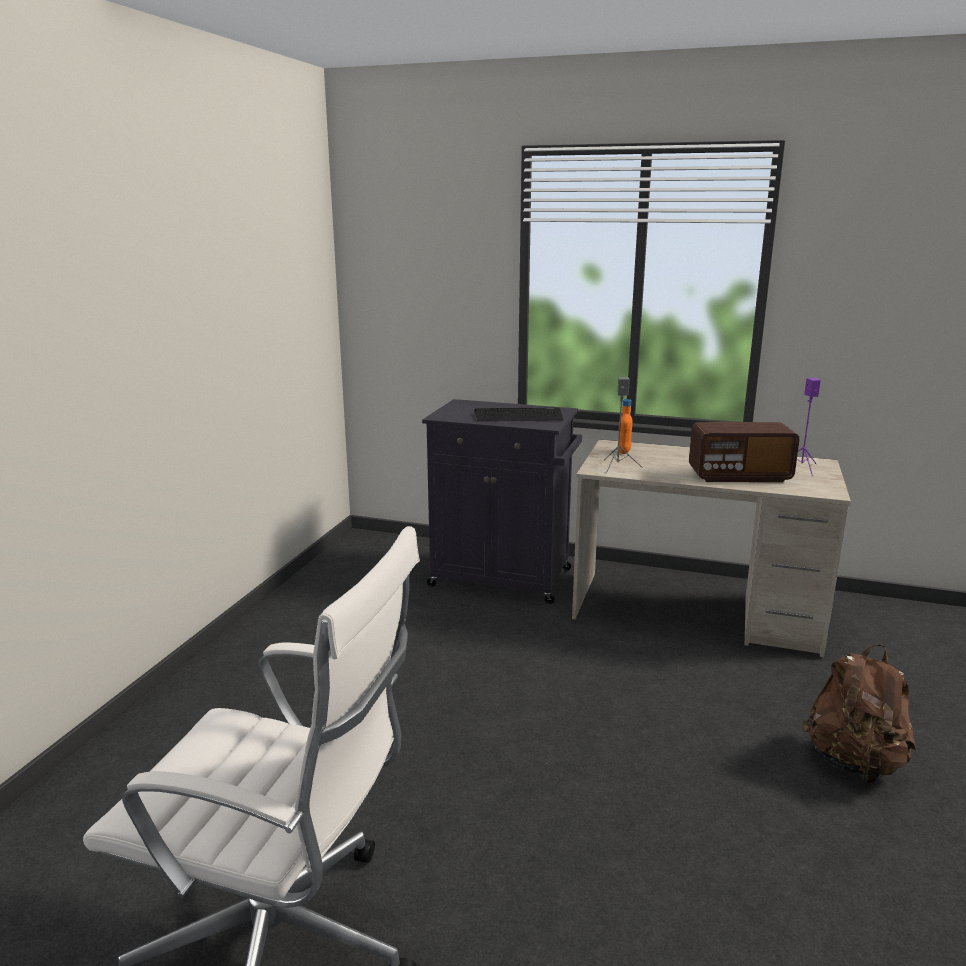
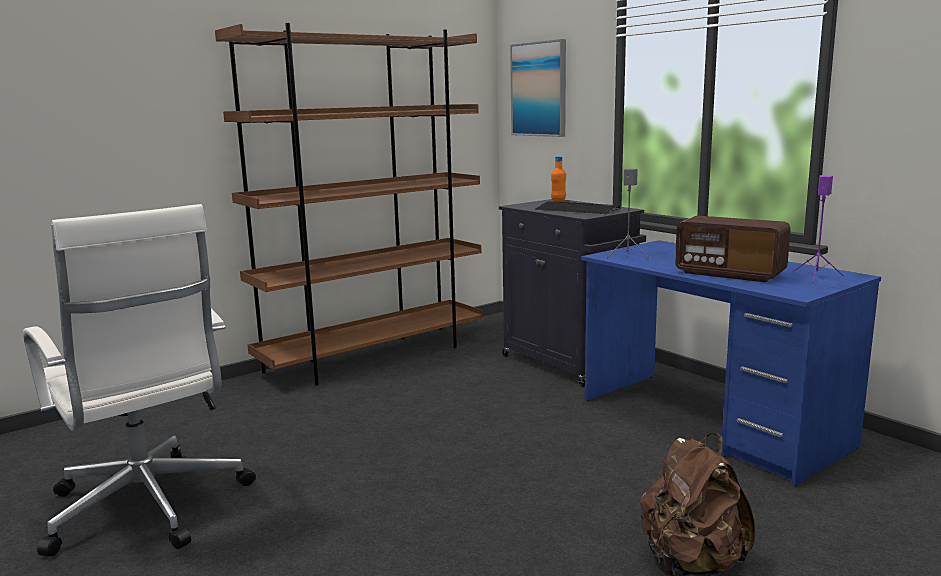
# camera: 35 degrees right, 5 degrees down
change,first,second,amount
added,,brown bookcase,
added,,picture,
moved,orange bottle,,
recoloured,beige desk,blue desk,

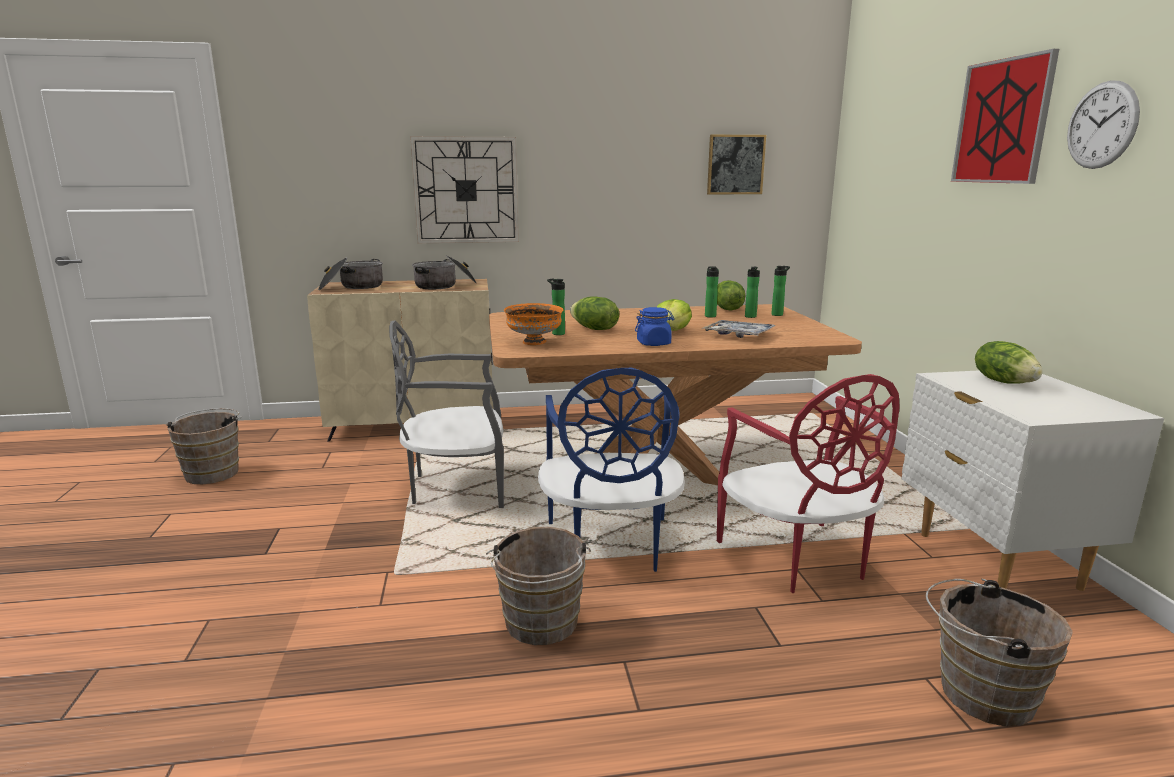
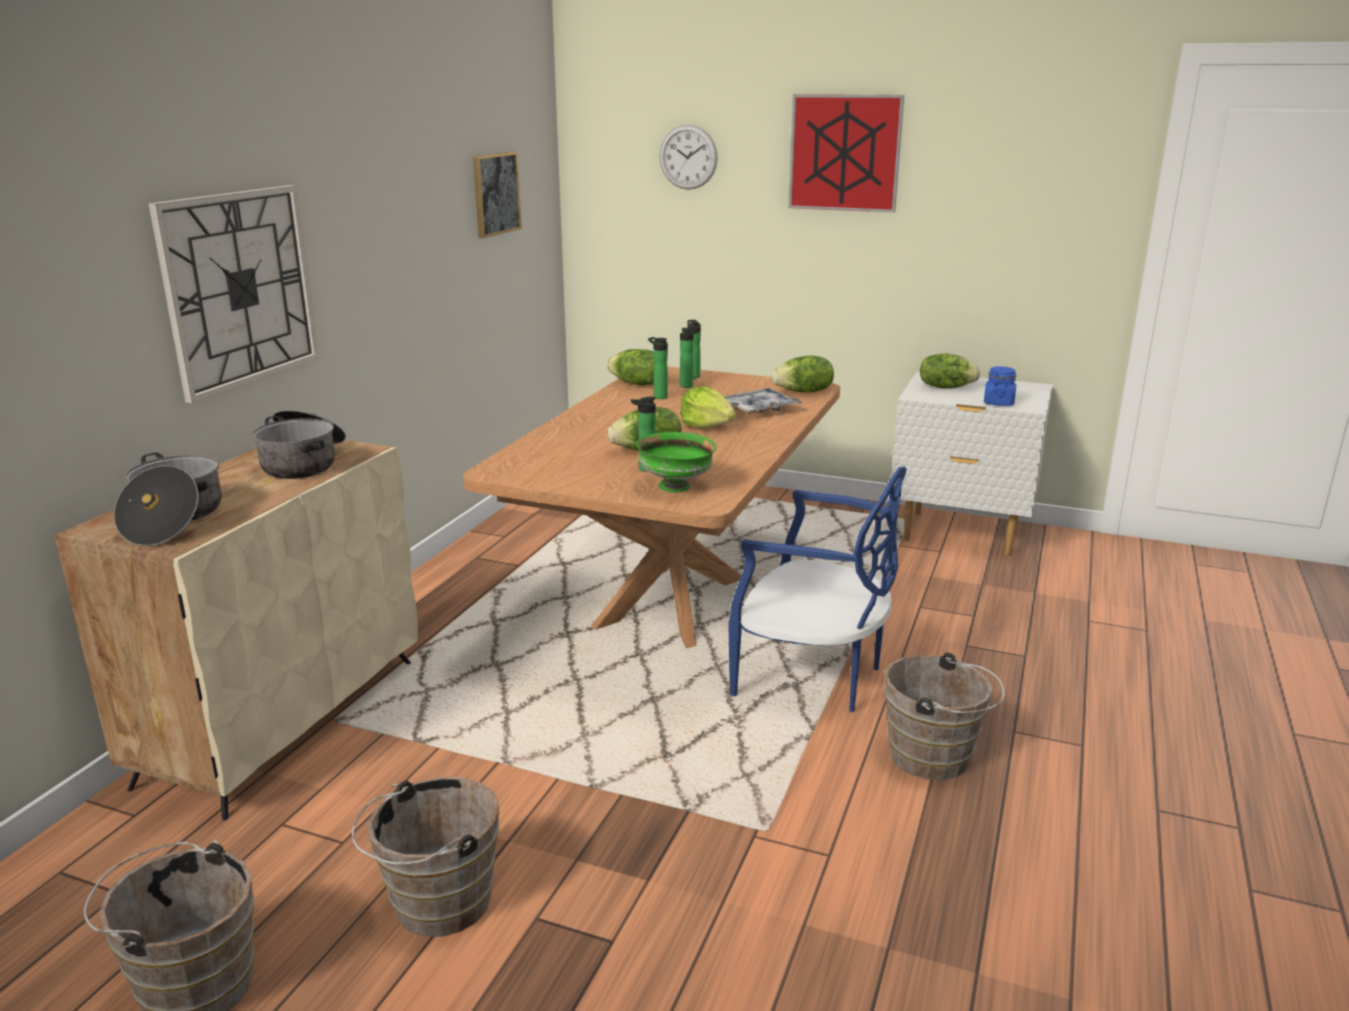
# camera: 60 degrees left, 5 degrees up
change,first,second,amount
moved,brown bucket (3rd from left in the first image),brown bucket (2nd from left),
recoloured,orange bowl,green bowl,
moved,wall clock (2nd from left),,
added,,lettuce (4th from left),
moved,blue jar,,
removed,grey chair,,
removed,red chair,,

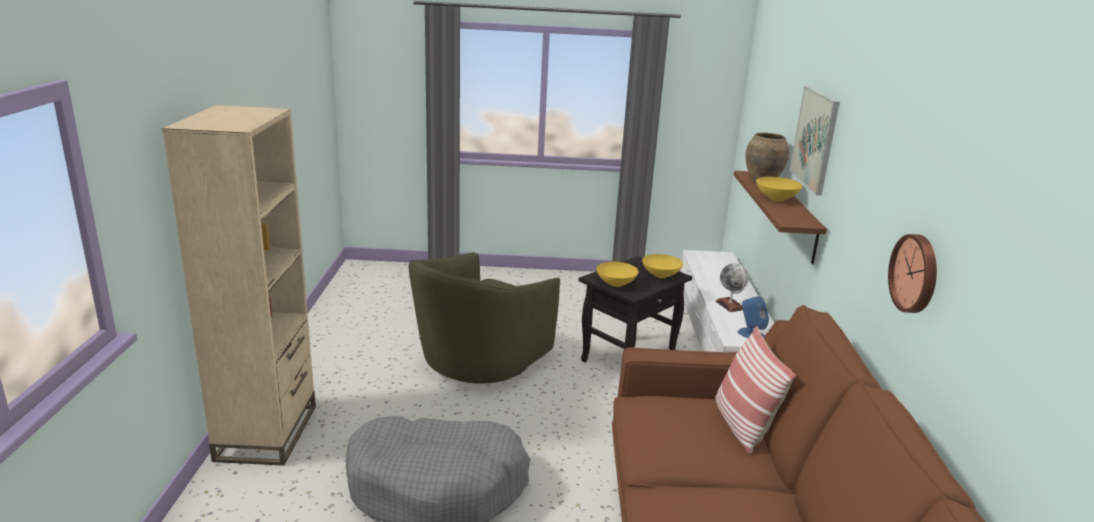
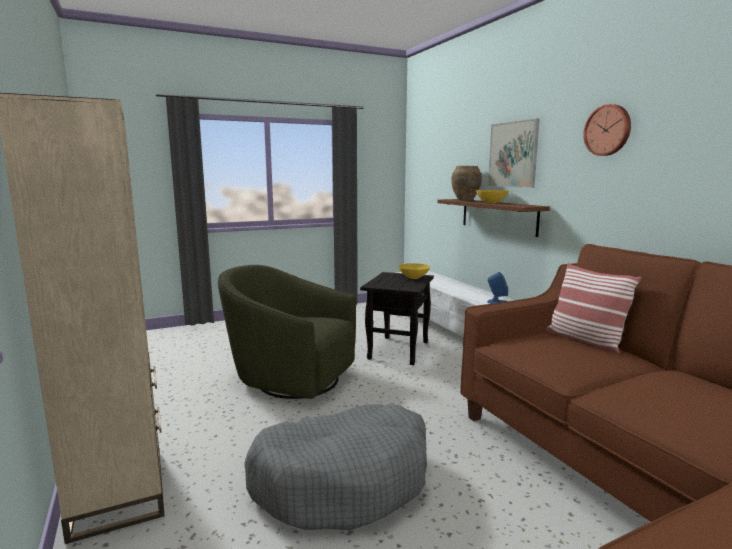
# camera: 25 degrees left, 10 degrees down
change,first,second,amount
turned,green armchair,,105 degrees clockwise
moved,wall clock,,
removed,yellow bowl (1st from left),,
removed,globe,,

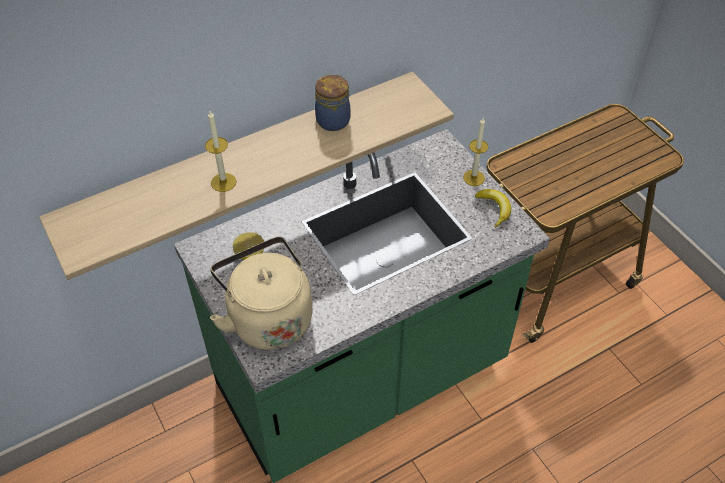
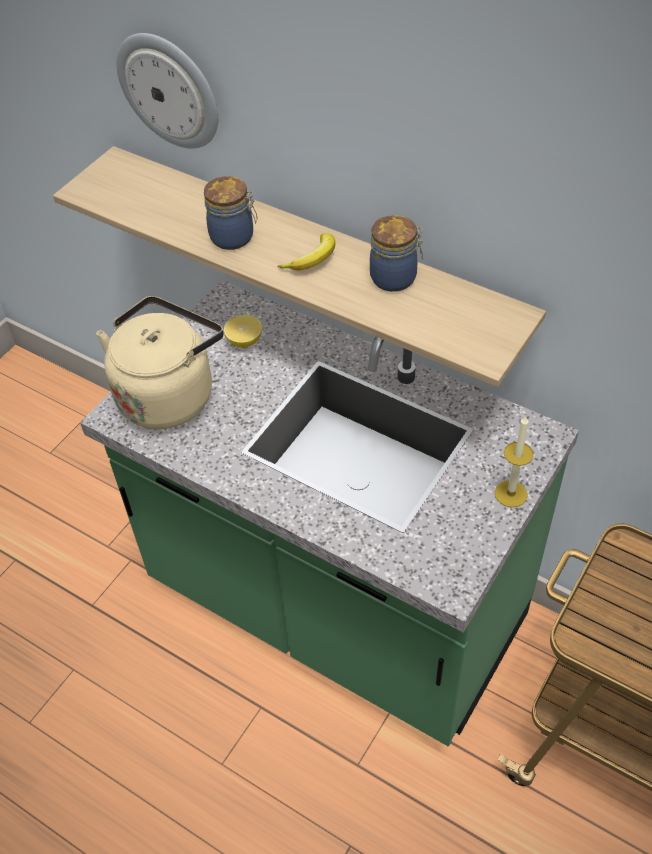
# camera: 65 degrees right, 0 degrees up
change,first,second,amount
added,,wall clock,
replaced,candle (1st from left),jar (1st from left),
moved,banana,,

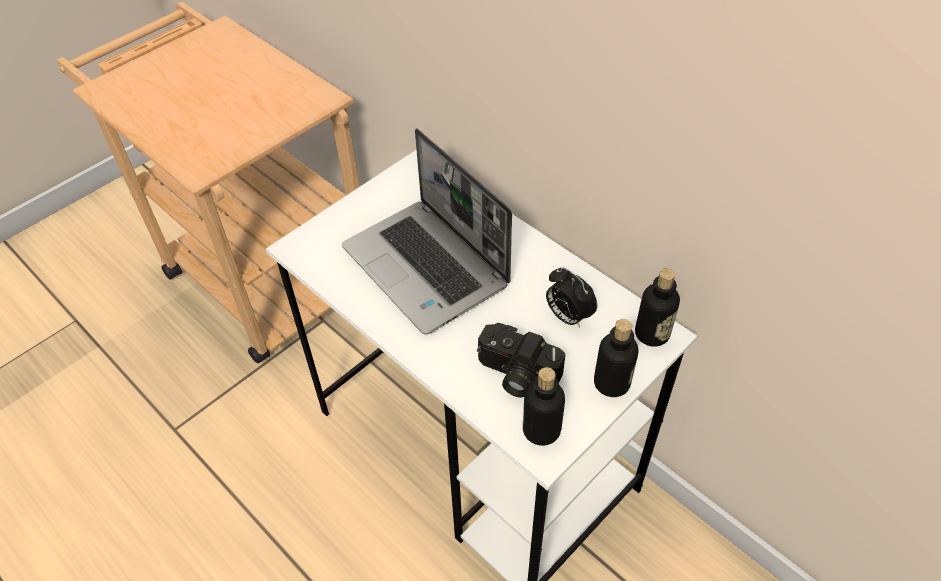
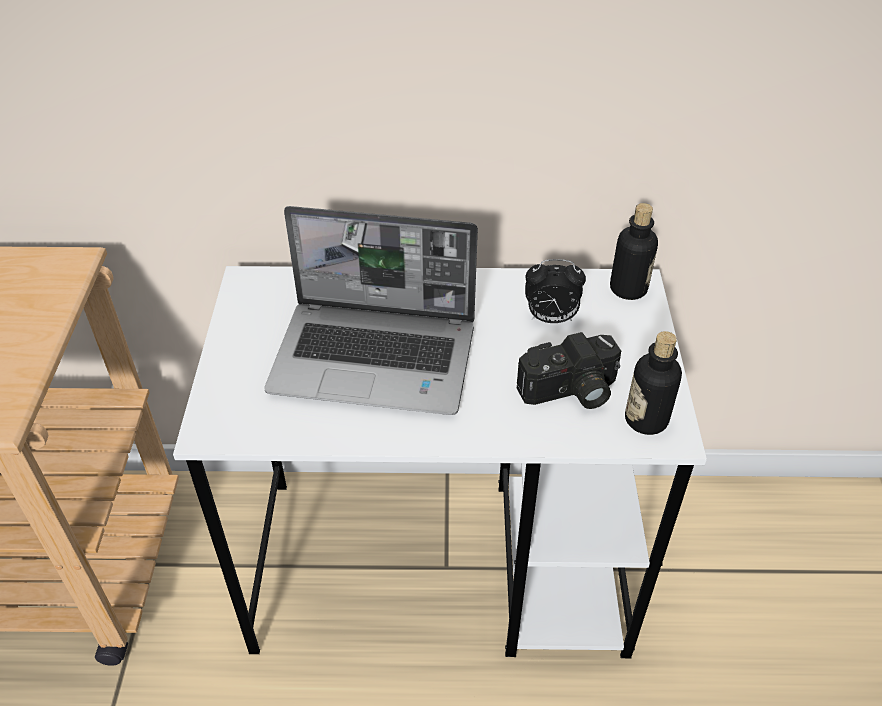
# camera: 45 degrees left, 5 degrees down
change,first,second,amount
removed,bottle (2nd from left),,

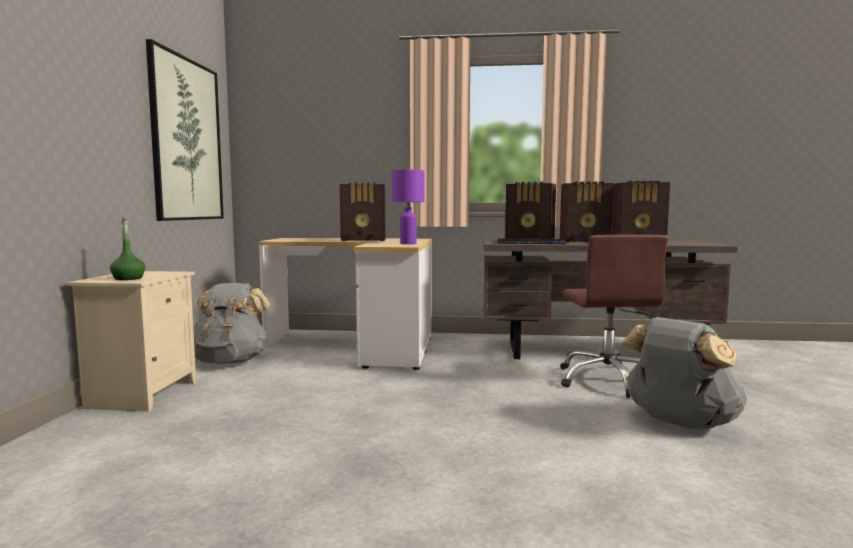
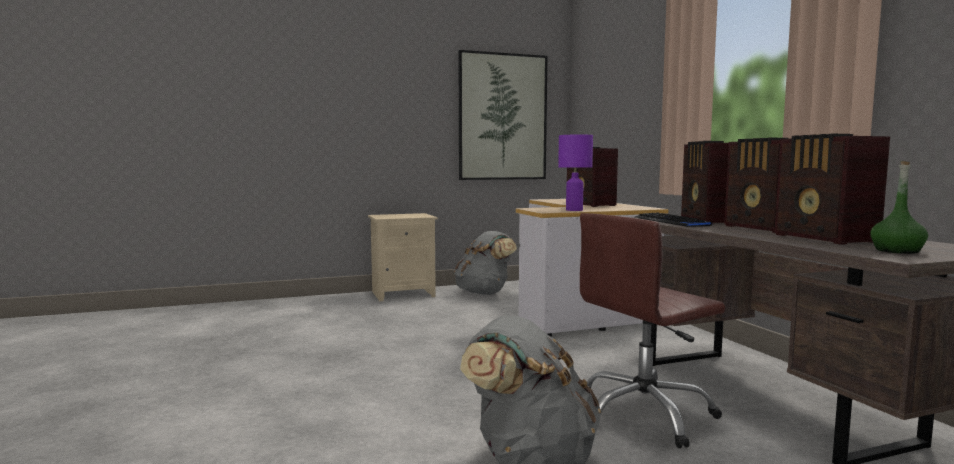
# camera: 65 degrees right, 0 degrees up
change,first,second,amount
moved,green bottle,,

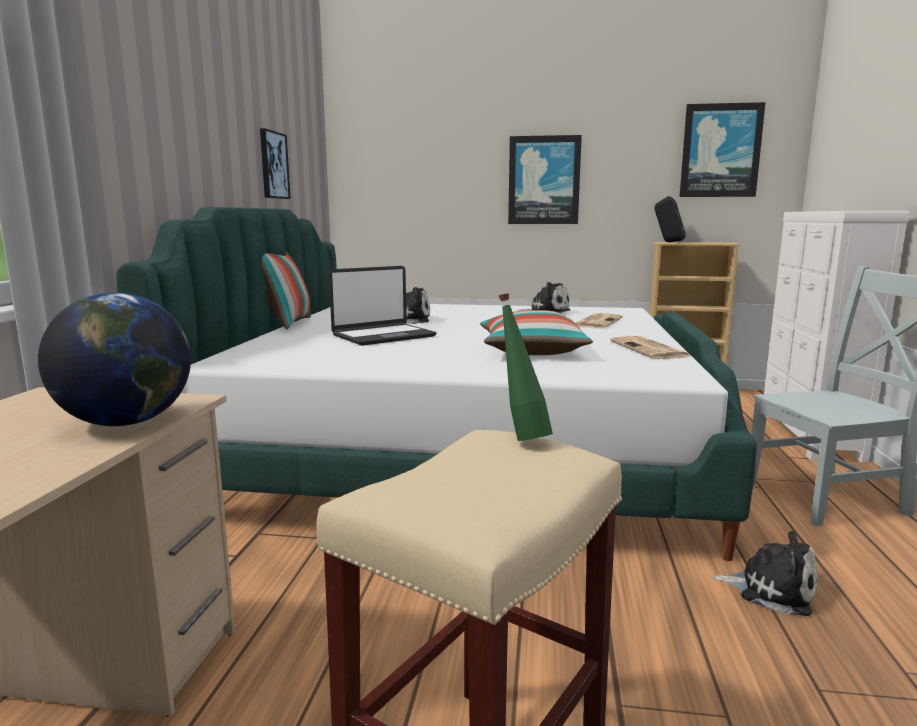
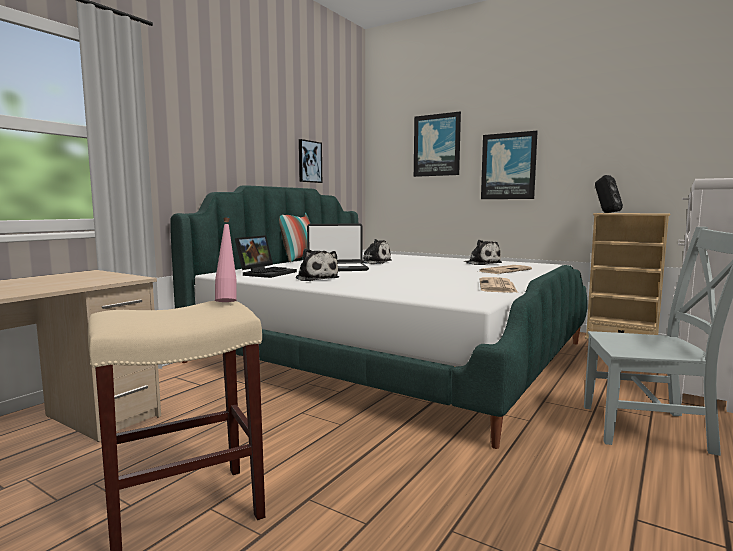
# camera: 25 degrees right, 5 degrees down
change,first,second,amount
recoloured,green bottle,pink bottle,
added,,laptop (1st from left),
moved,plush toy (3rd from left in the first image),plush toy (1st from left),
moved,picture (3rd from left in the first image),picture (2nd from left),
removed,globe,,
removed,pillow (2nd from left),,

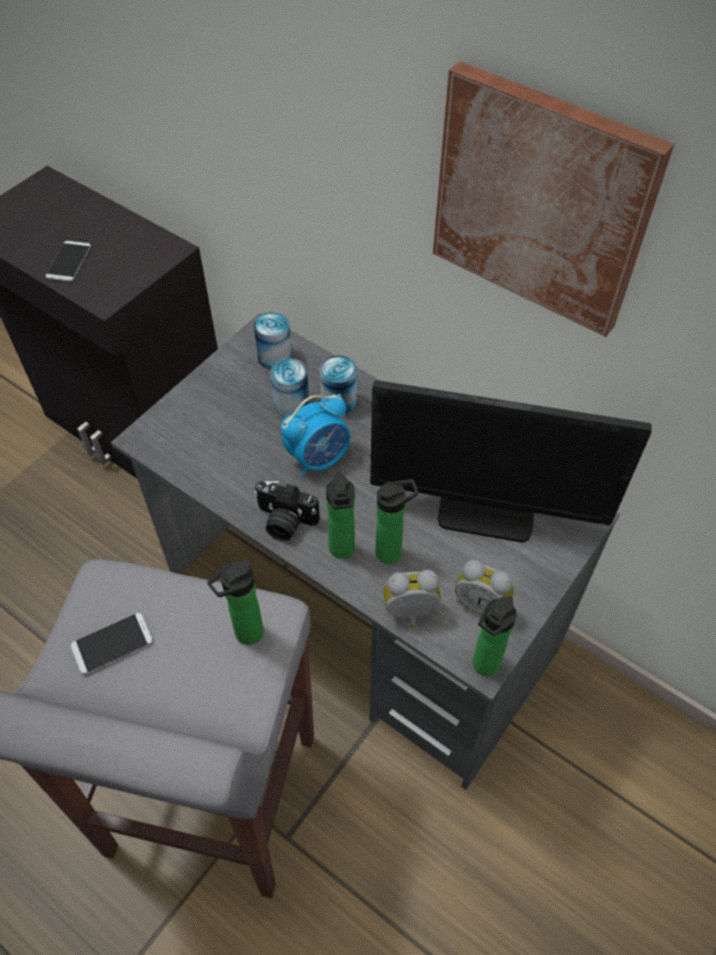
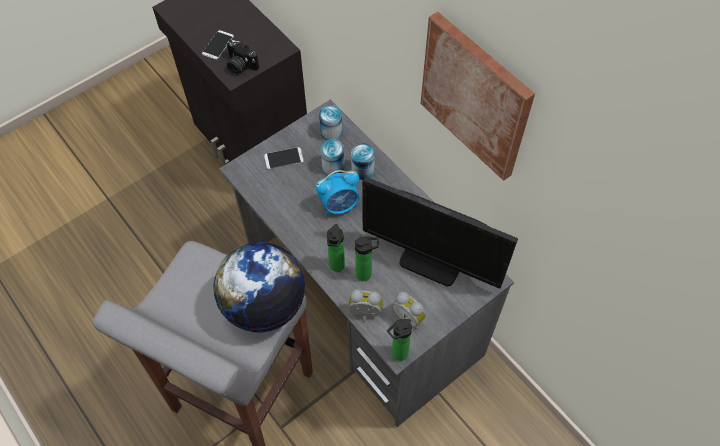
# camera: 15 degrees right, 5 degrees up
change,first,second,amount
replaced,bottle (1st from left),globe,
moved,photo camera,,
moved,phone (2nd from left),,

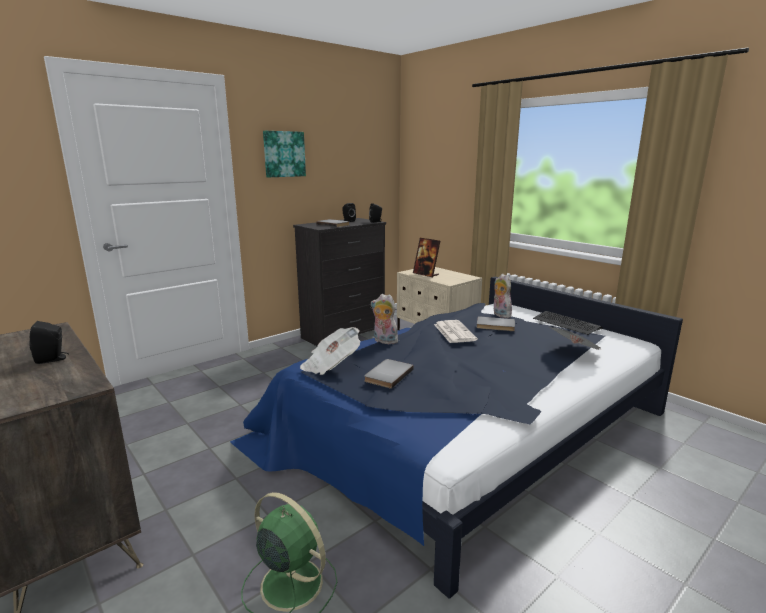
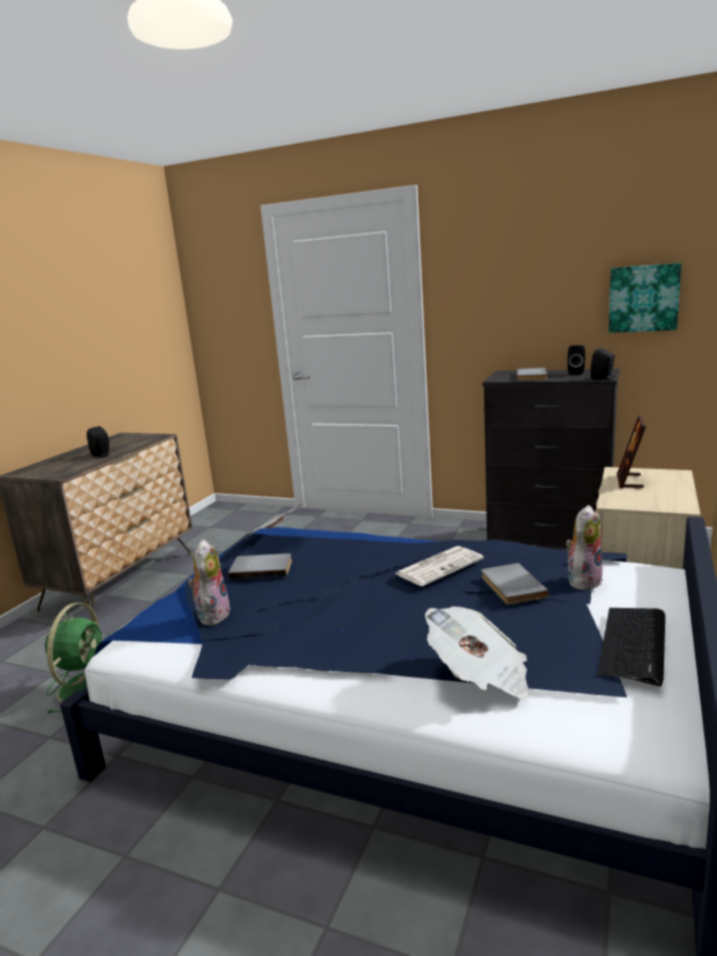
# camera: 65 degrees right, 0 degrees up
change,first,second,amount
moved,plush toy (1st from left),,
moved,picture,,

